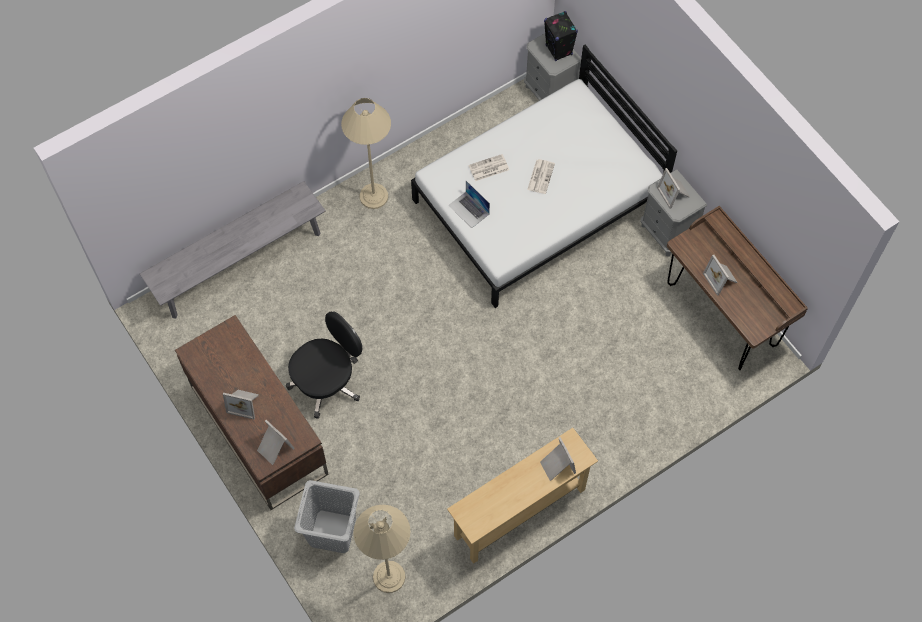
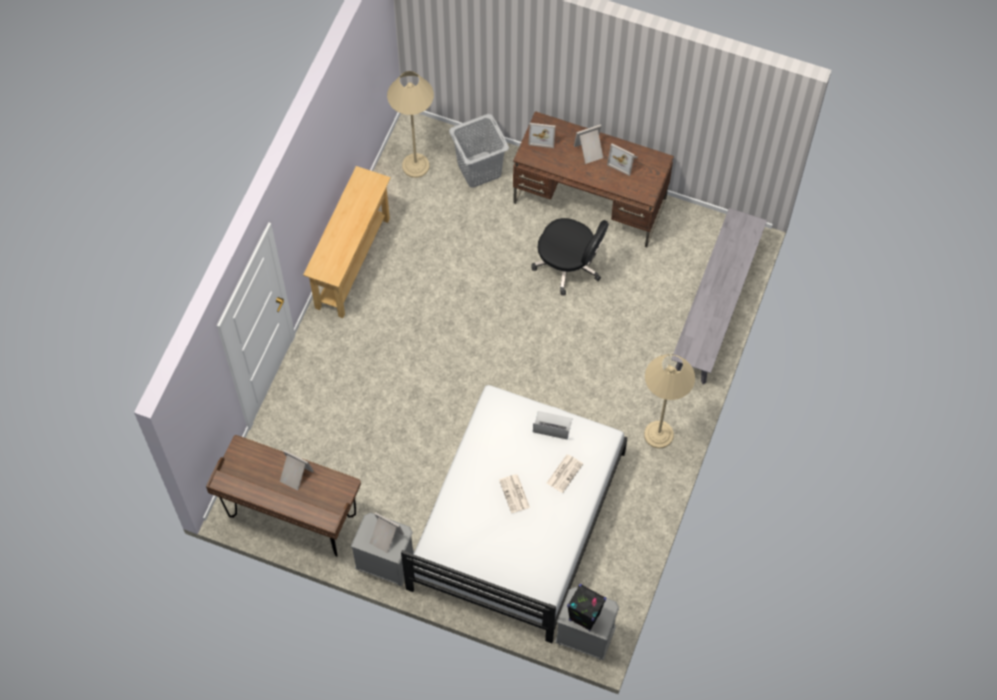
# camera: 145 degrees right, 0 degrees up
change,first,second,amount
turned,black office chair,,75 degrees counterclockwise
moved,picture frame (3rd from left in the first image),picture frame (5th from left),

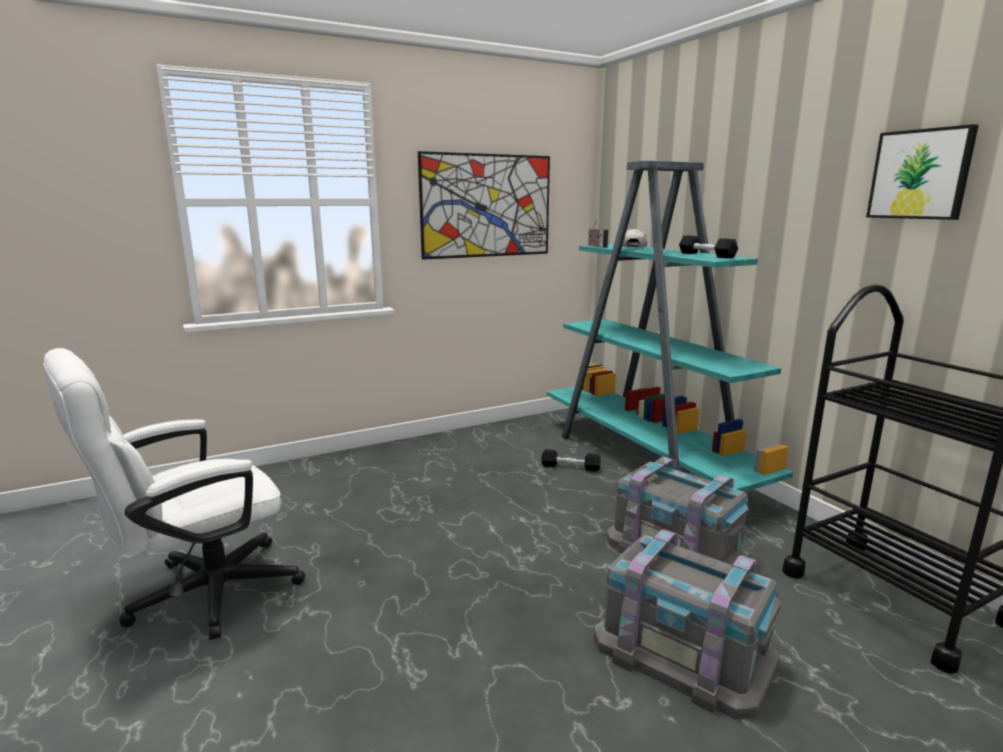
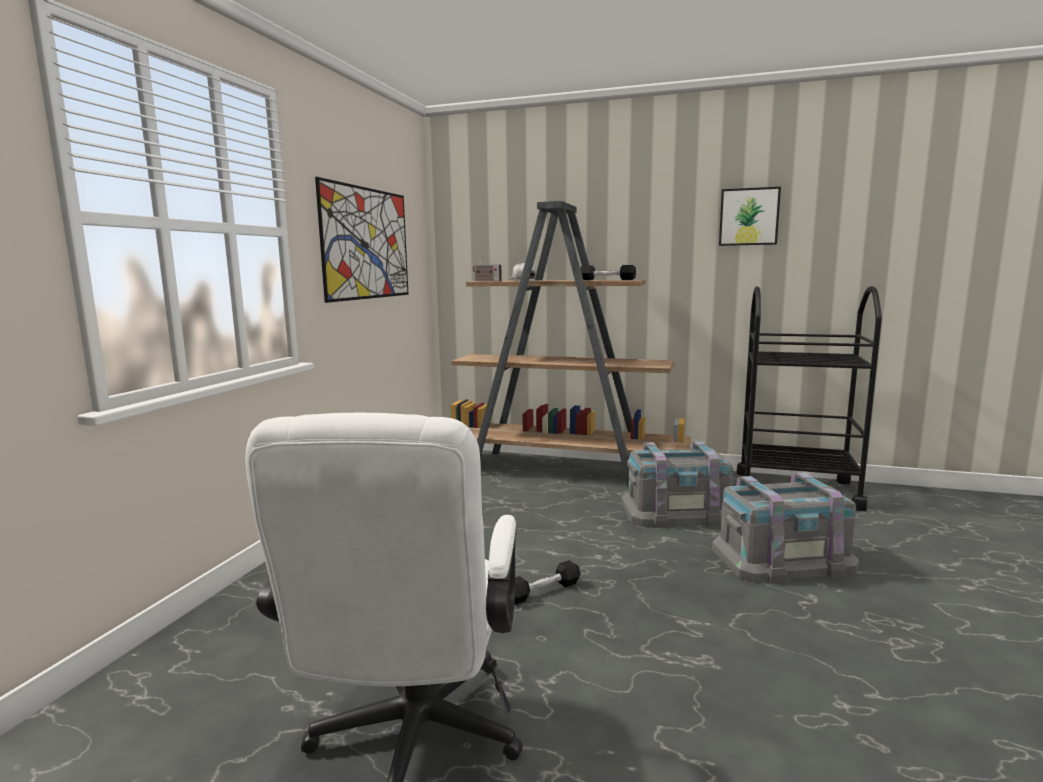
# camera: 45 degrees left, 5 degrees down
change,first,second,amount
recoloured,turquoise bookcase,brown bookcase,
moved,black dumbbell (1st from left),,

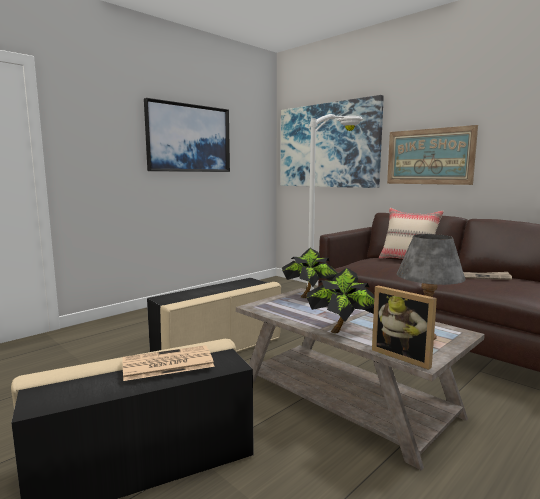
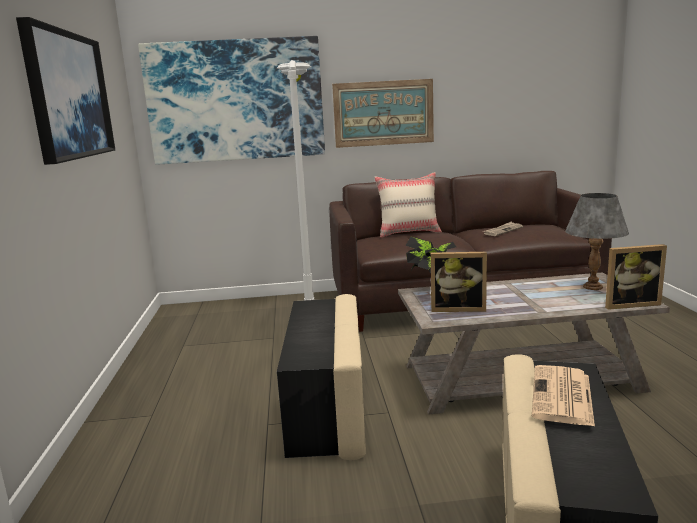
# camera: 50 degrees left, 5 degrees up
change,first,second,amount
added,,picture frame (1st from left),
removed,potted plant (2nd from left),,

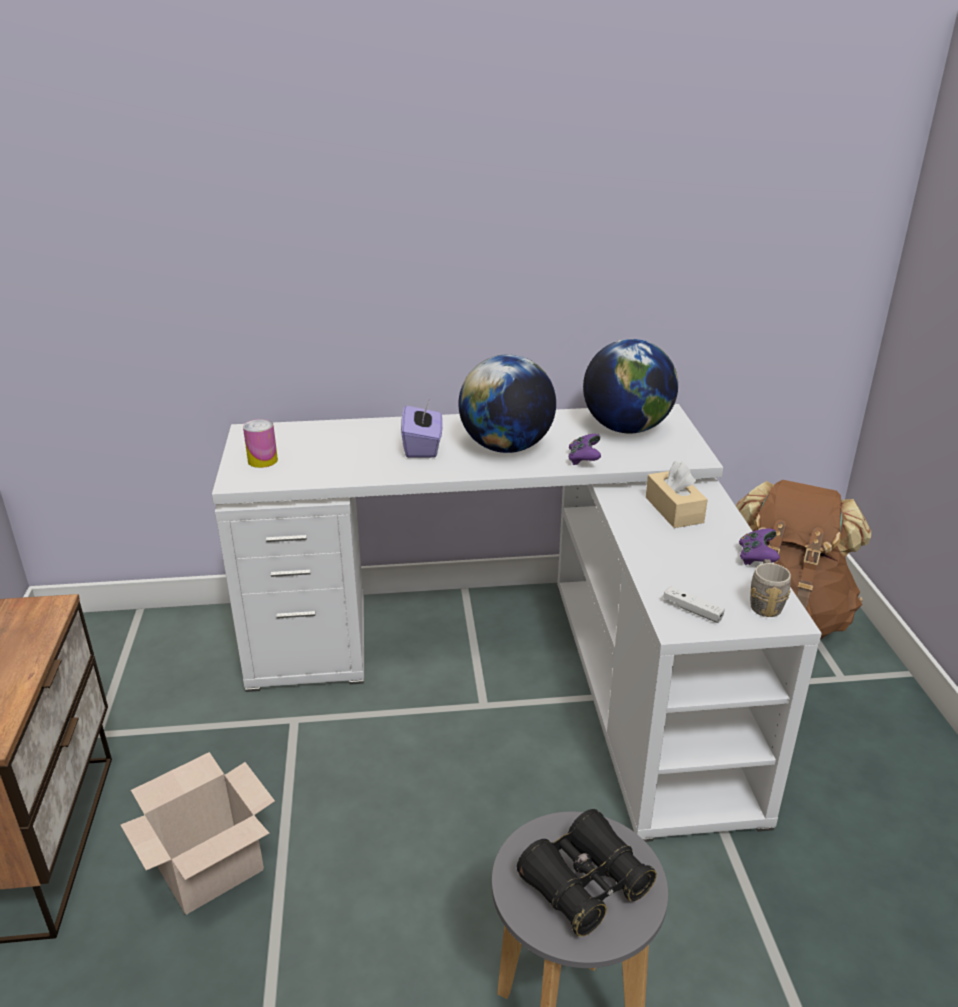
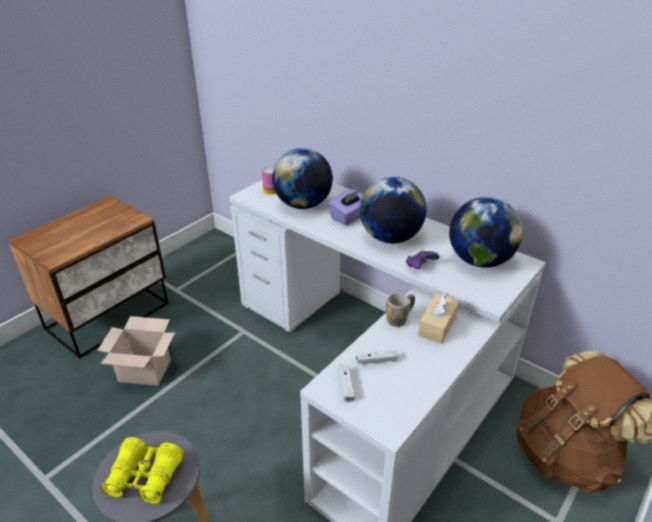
# camera: 45 degrees right, 5 degrees up
change,first,second,amount
recoloured,black binoculars,yellow binoculars,
added,,globe (1st from left),
added,,white game controller (2nd from left),
moved,grey mug,,
removed,purple game controller (2nd from left),,

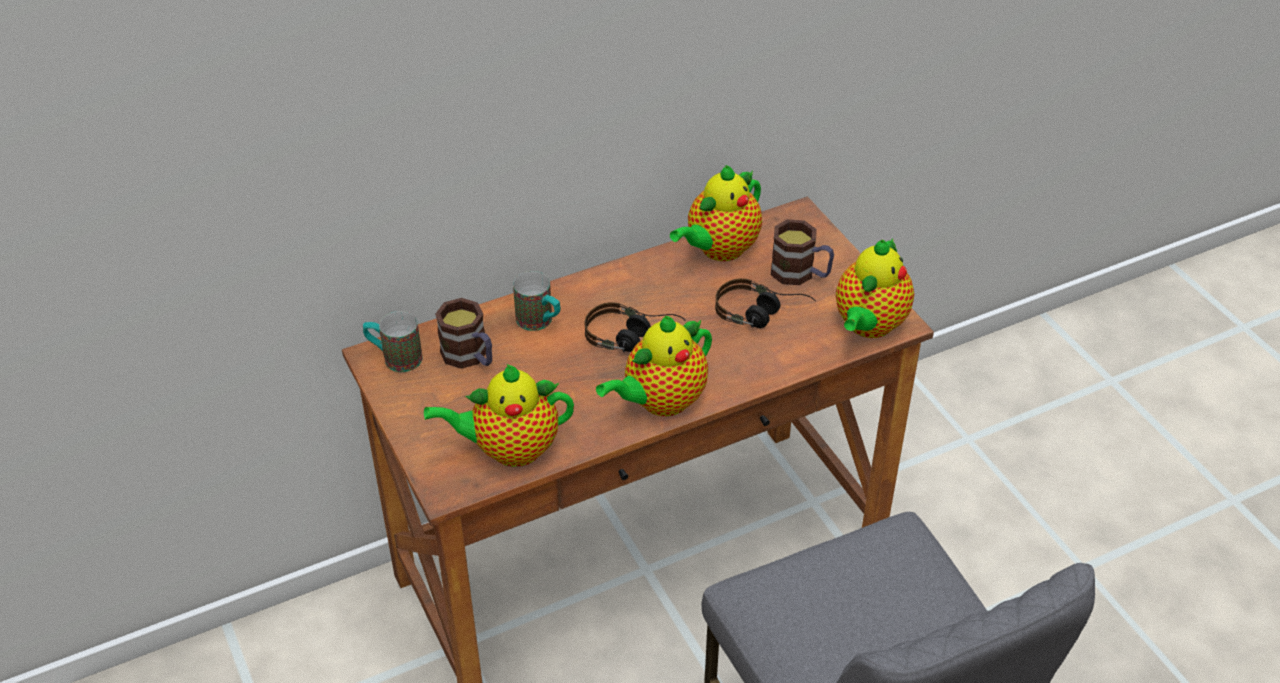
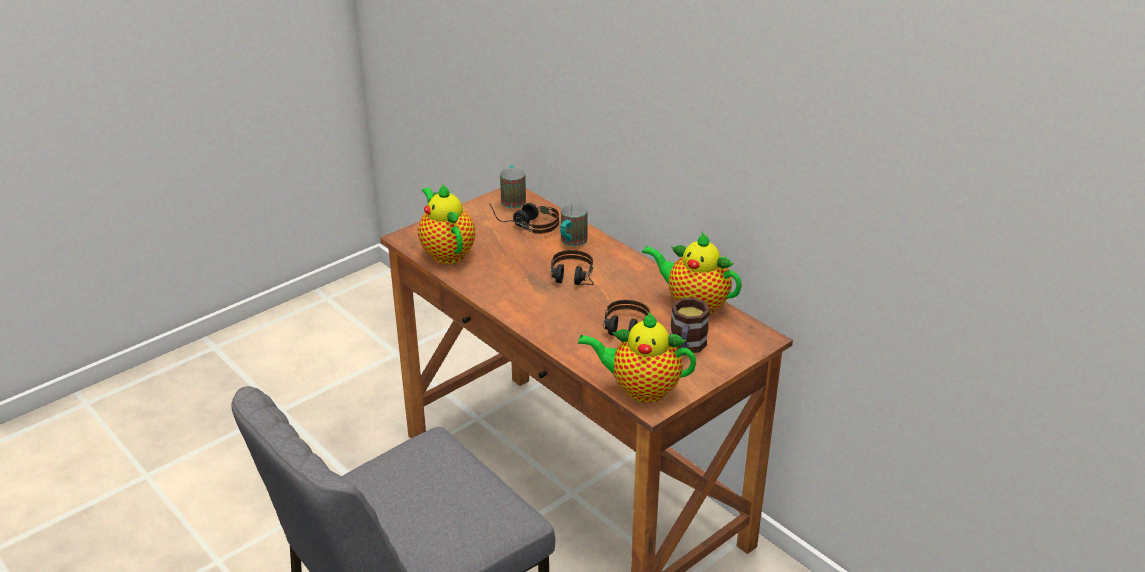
# camera: 75 degrees right, 10 degrees down
change,first,second,amount
replaced,mug (2nd from left),headphones (1st from left),
removed,teapot (2nd from left),,

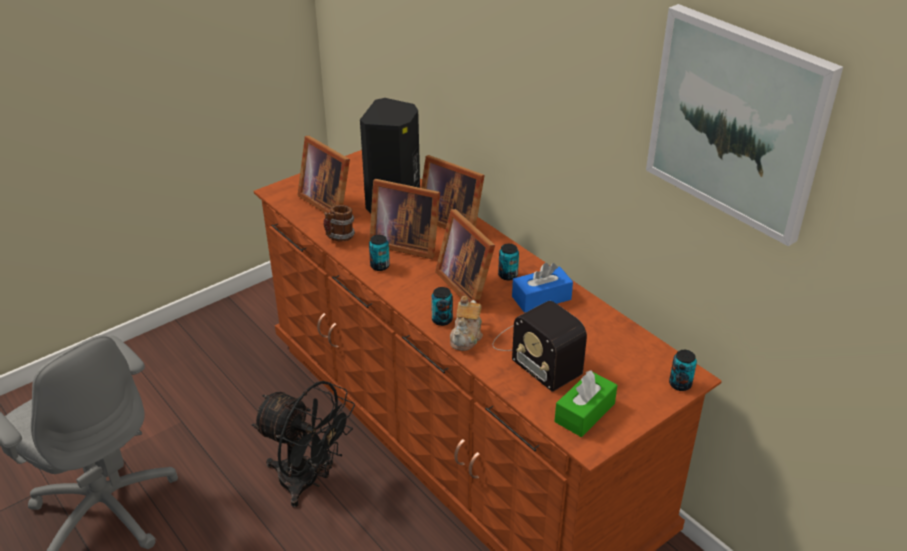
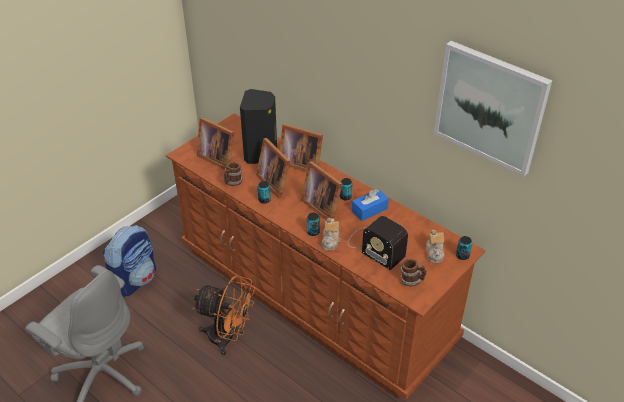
# camera: 10 degrees left, 5 degrees up
change,first,second,amount
added,,backpack,
recoloured,black fan,orange fan,
turned,picture frame (2nd from left),,45 degrees clockwise
replaced,green tissue box,mug (2nd from left),
added,,teapot (2nd from left),

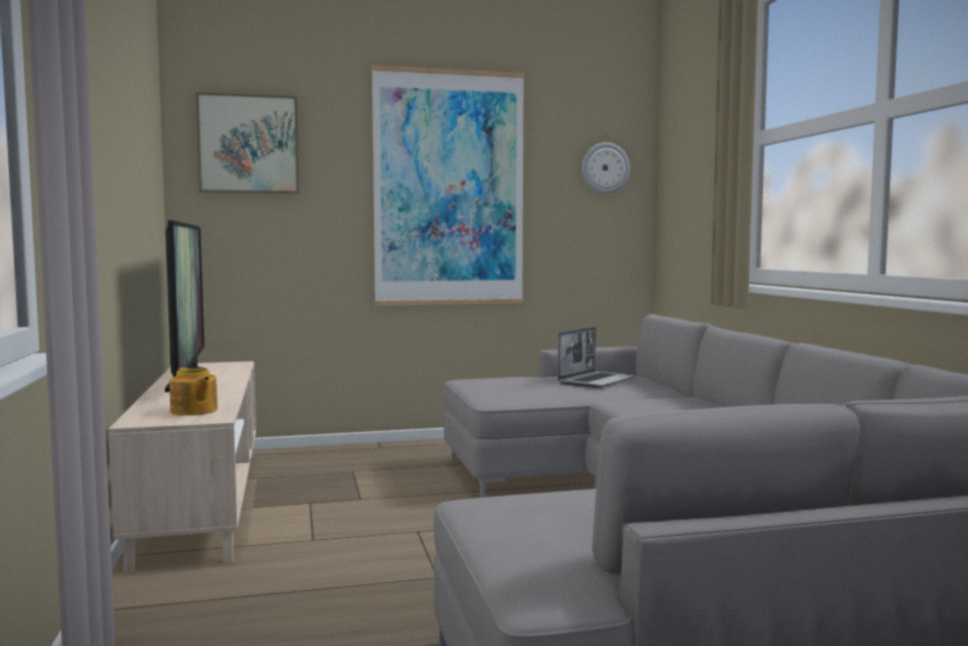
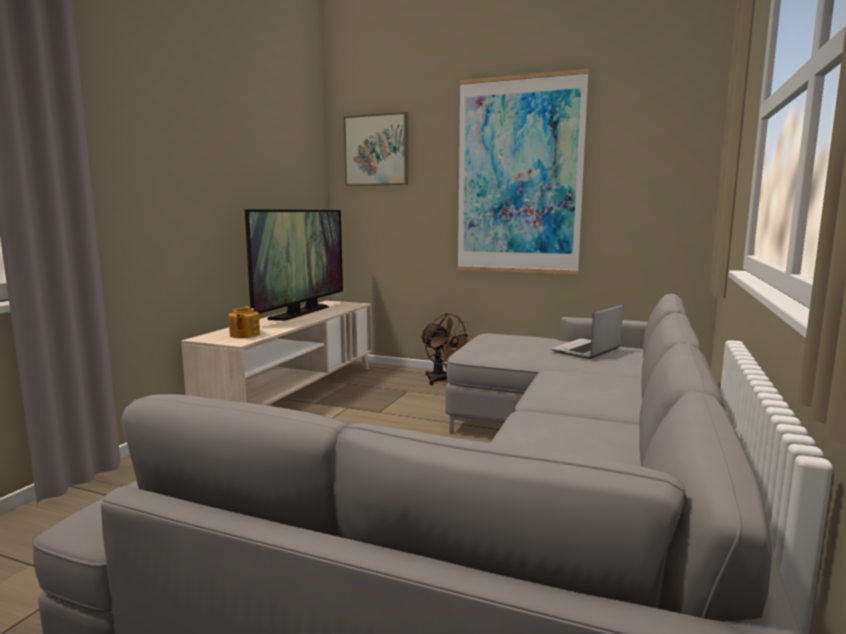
# camera: 35 degrees right, 5 degrees up
change,first,second,amount
added,,brown fan,
turned,laptop,,150 degrees clockwise
removed,wall clock,,

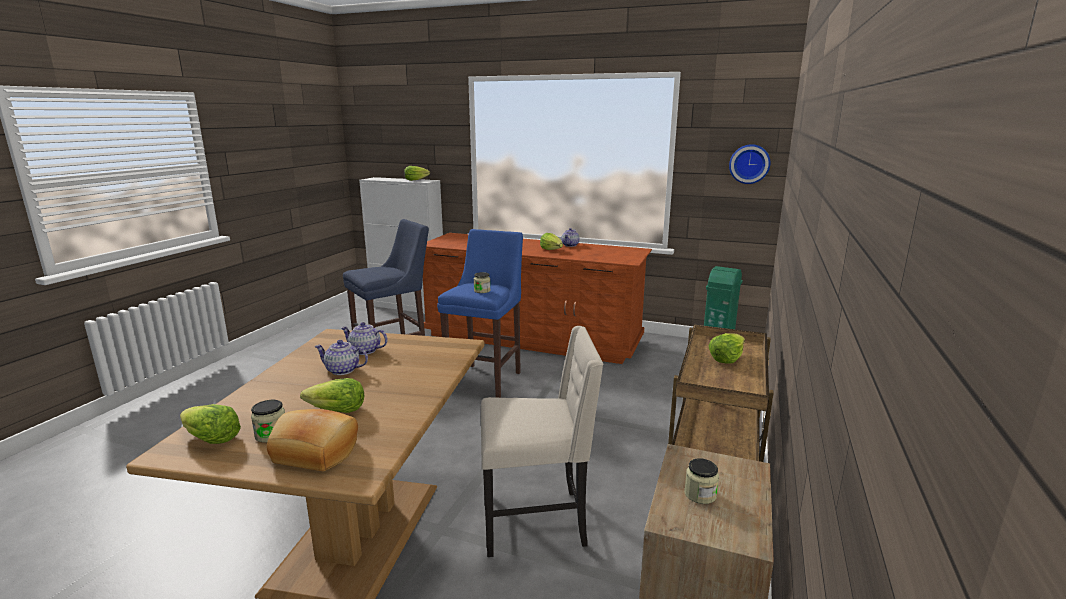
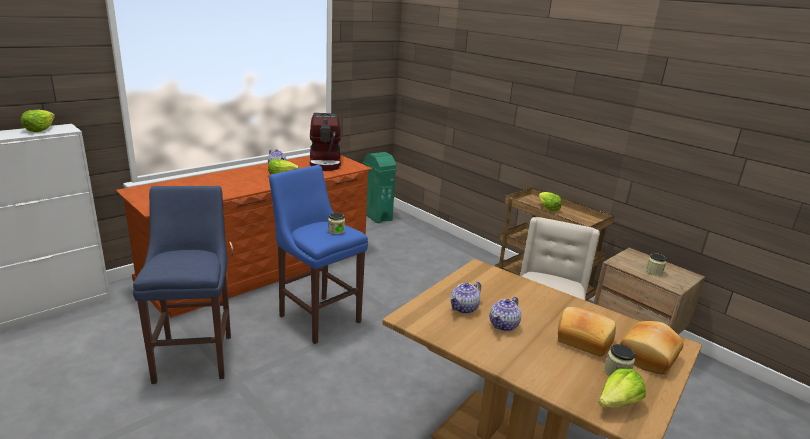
# camera: 65 degrees left, 5 degrees up
change,first,second,amount
added,,coffee machine,
replaced,lettuce (2nd from left),bread (1st from left),
removed,wall clock,,

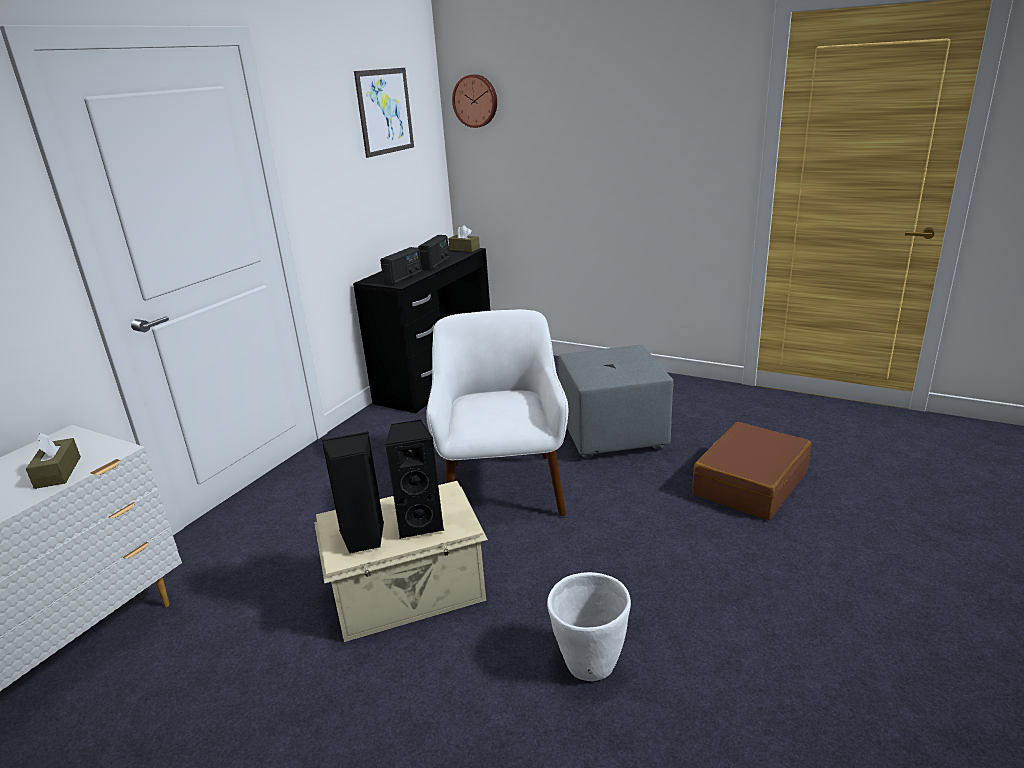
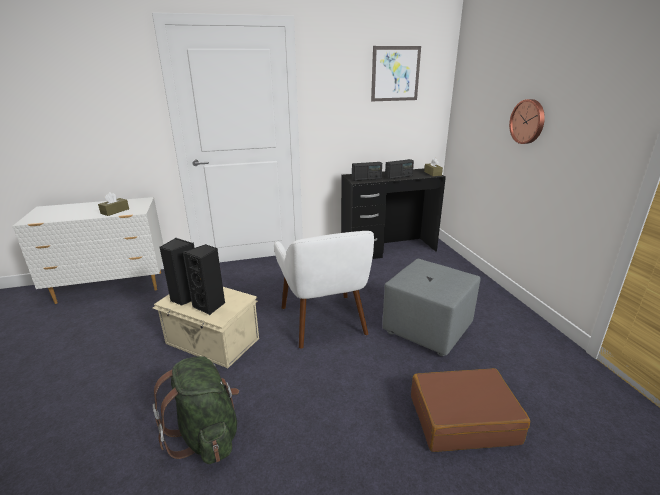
# camera: 45 degrees right, 0 degrees up
change,first,second,amount
replaced,white planter,green backpack,
turned,white armchair,,120 degrees clockwise
moved,wall clock,,

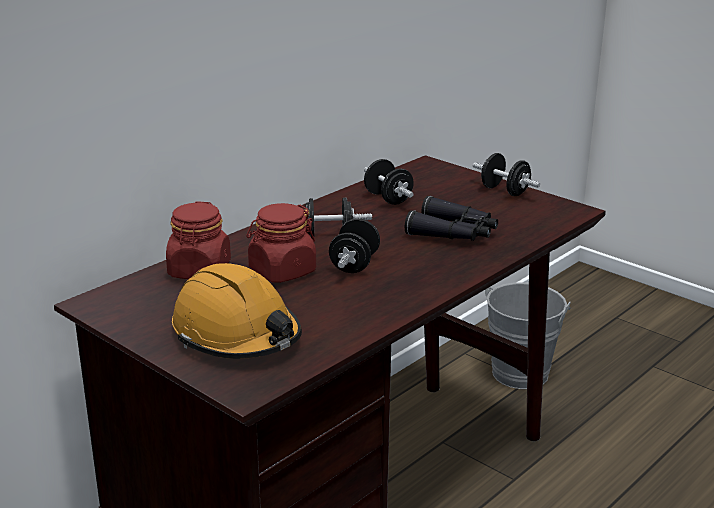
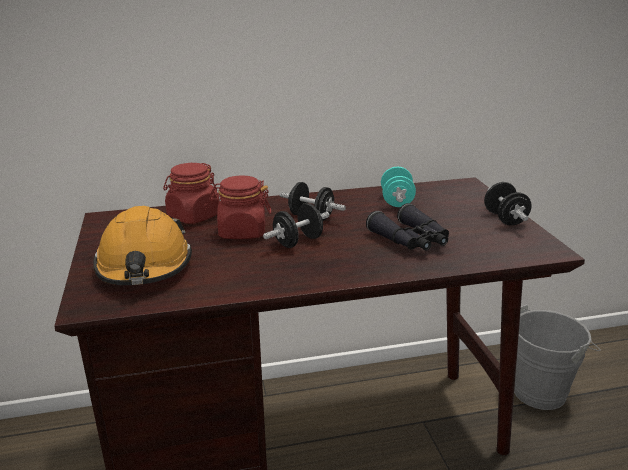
# camera: 35 degrees right, 0 degrees up
change,first,second,amount
recoloured,black dumbbell (3rd from left),turquoise dumbbell,

